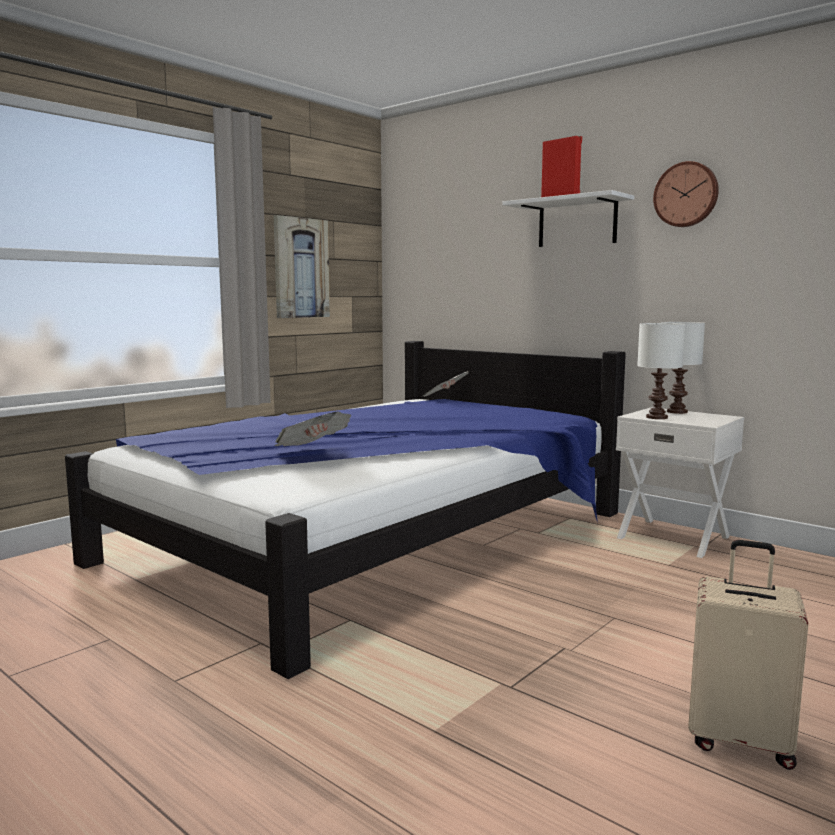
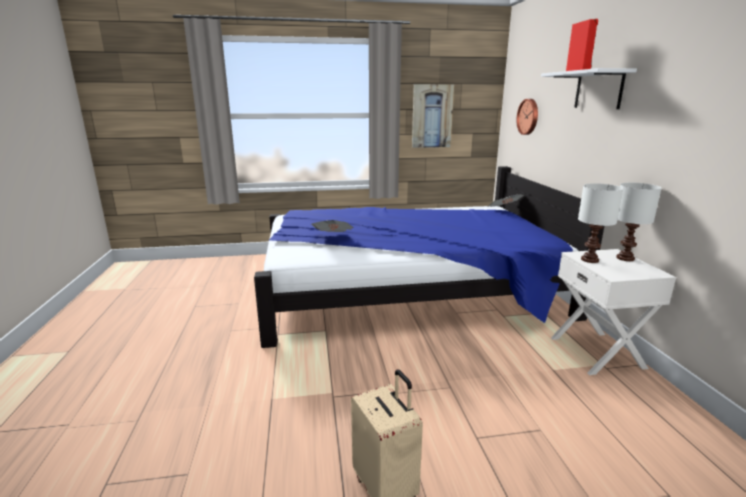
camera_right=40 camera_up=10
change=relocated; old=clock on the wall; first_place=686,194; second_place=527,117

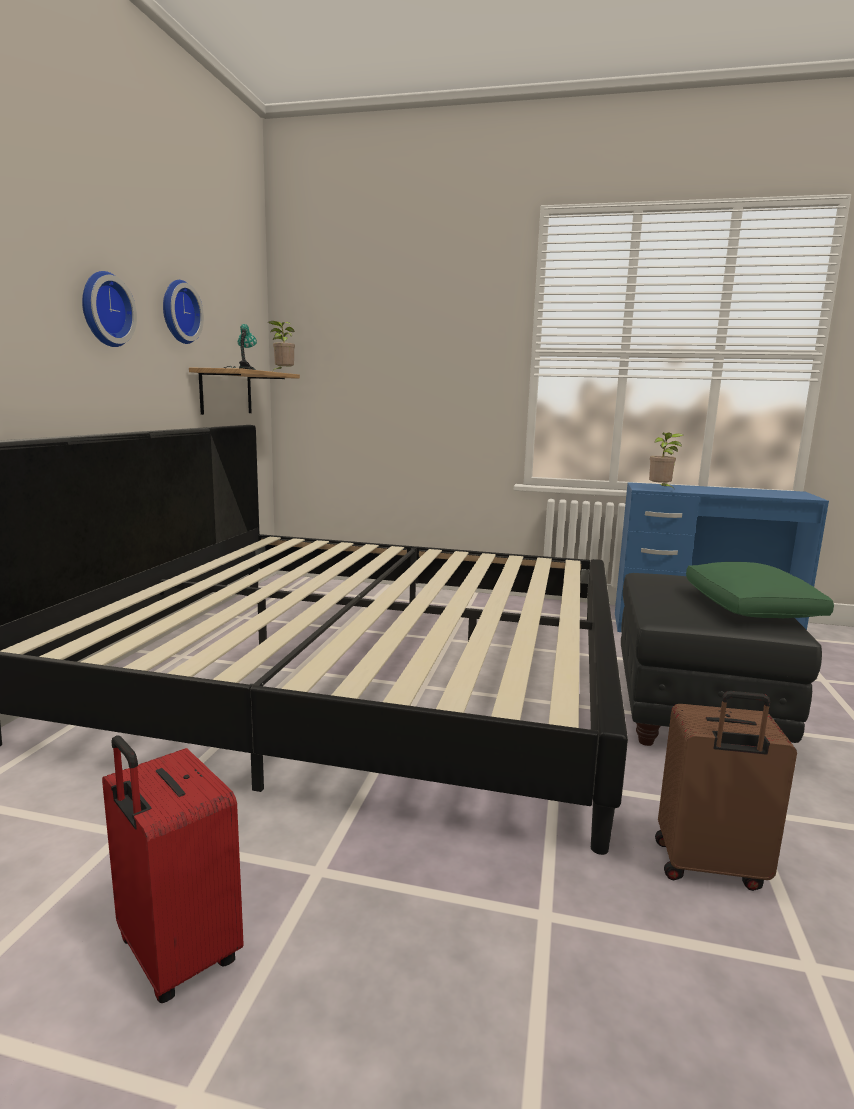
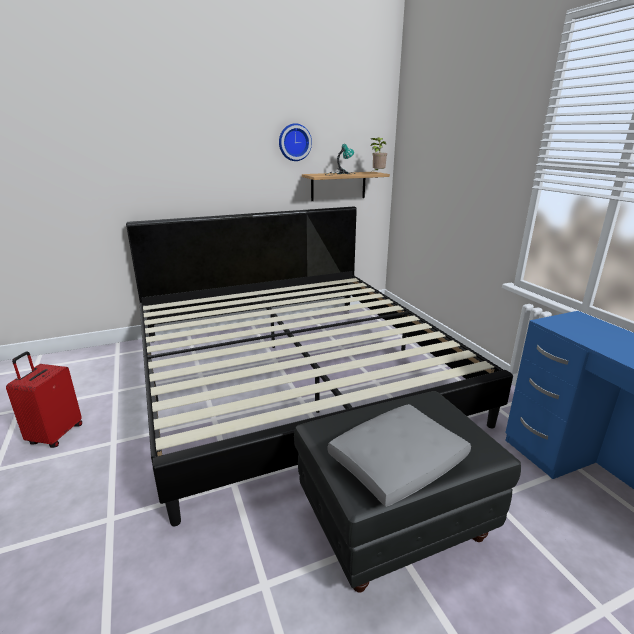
camera_right=55 camera_up=10
change=missing; old=clock on the wall; first_place=109,309
change=missing; old=potted plant; first_place=666,461
change=missing; old=travel case (brown-coloured); first_place=726,791
change=colour; old=cushion (green-coloured); new=cushion (grey); first_place=760,590; second_place=399,455

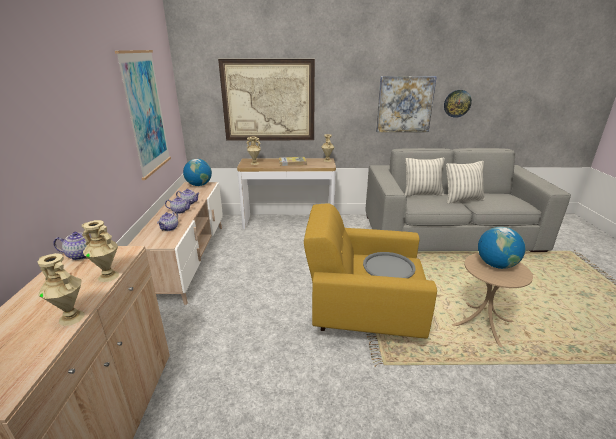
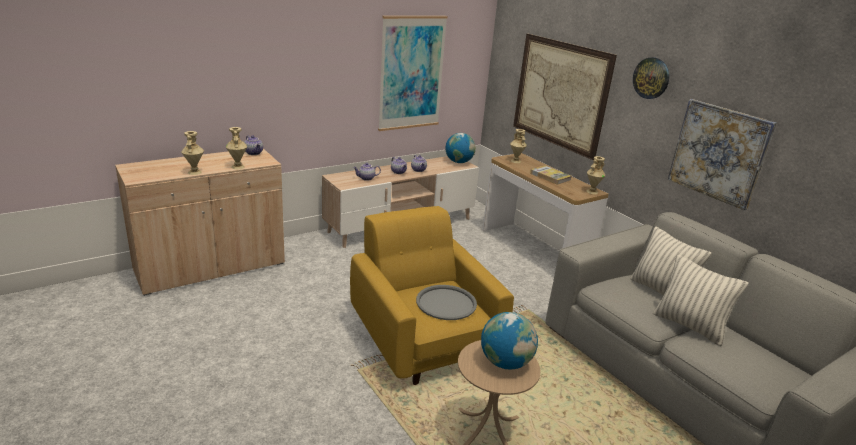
camera_right=55 camera_up=0
change=relocated; old=clock on the wall; first_place=458,104; second_place=651,78

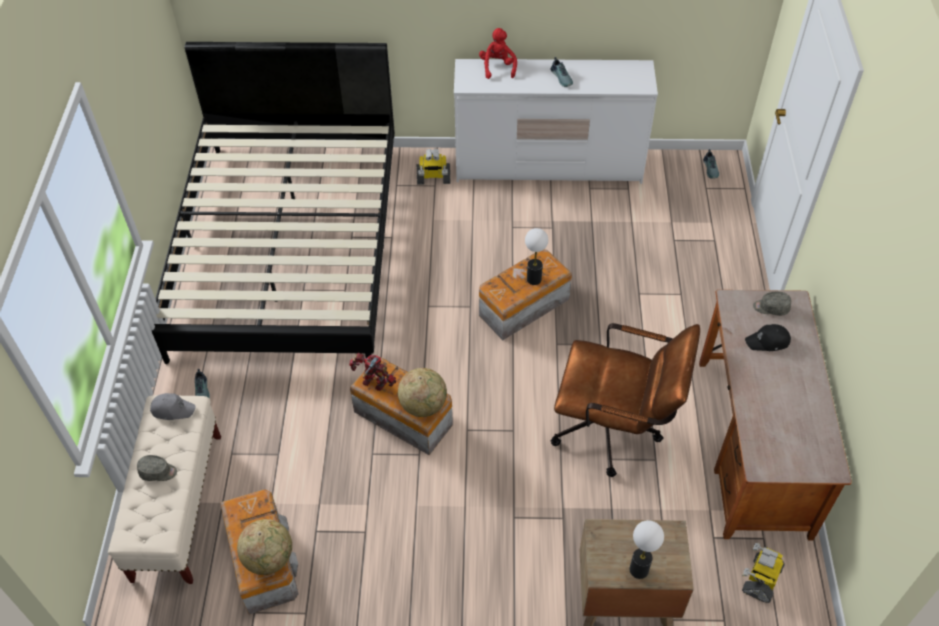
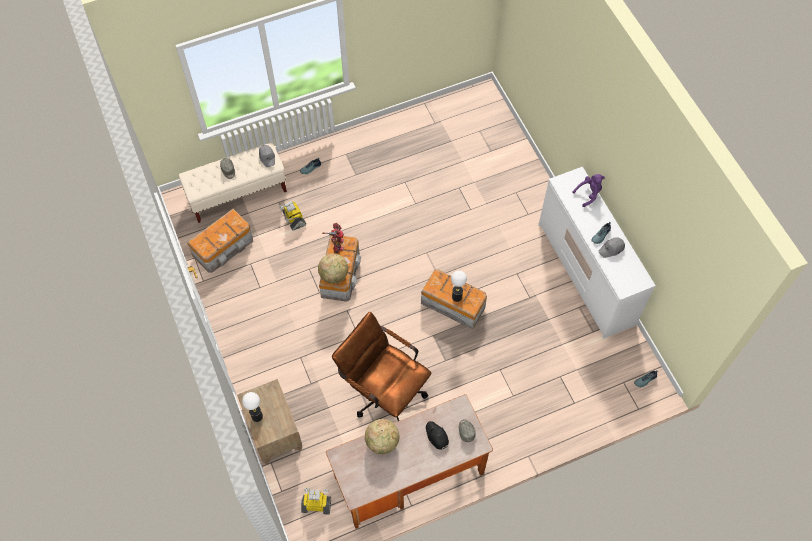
camera_right=65 camera_up=10
change=missing; old=bedroom bed (blackish); first_place=273,203
change=appeared; new=cap (grey); second_place=612,247
change=relocated; old=globe; first_place=264,547; second_place=382,436
change=relocated; old=toy robot; first_place=433,166; second_place=292,216
change=colour; old=soft toy (red); new=soft toy (purple); first_place=498,53; second_place=588,190
change=spun; old=computer chair (brown-coloured); first_place=625,400; second_place=381,366; degrees=135

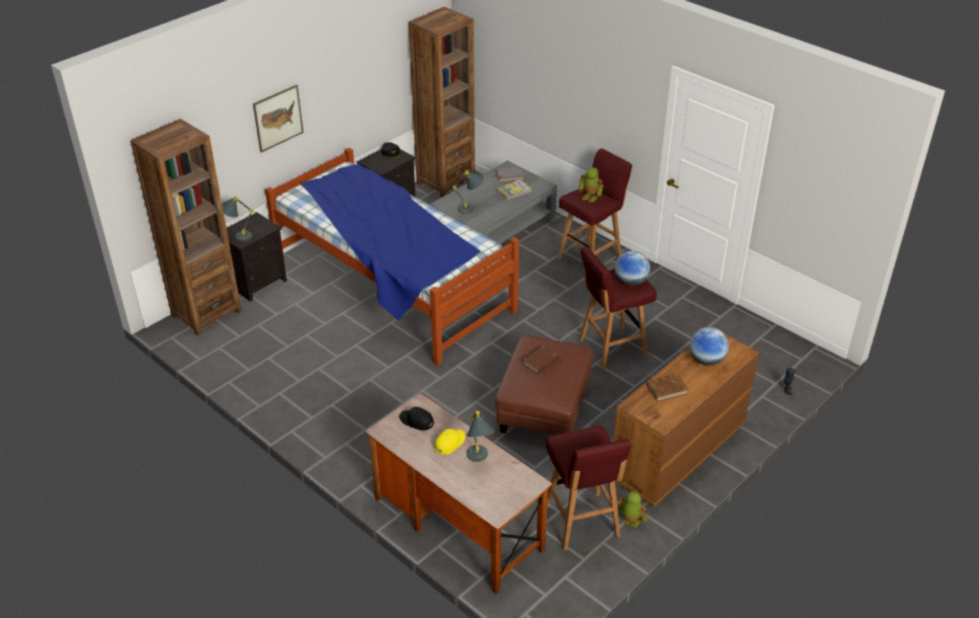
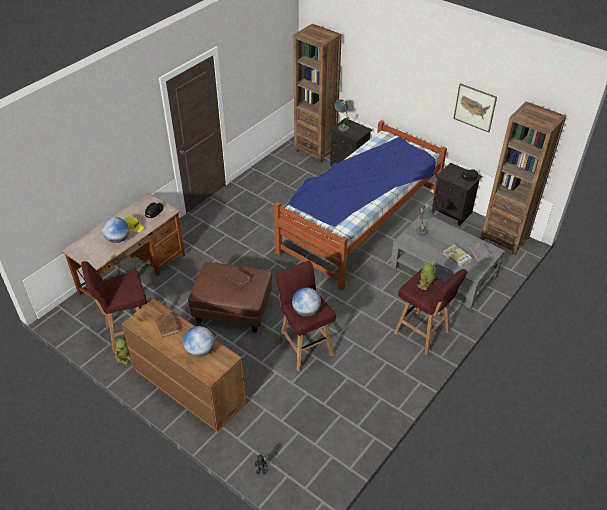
camera_right=85 camera_up=5
change=relocated; old=picture; first_place=278,119; second_place=475,108
change=exchanged; old=lamp for a table (grey); new=globe; first_place=480,436; second_place=115,230

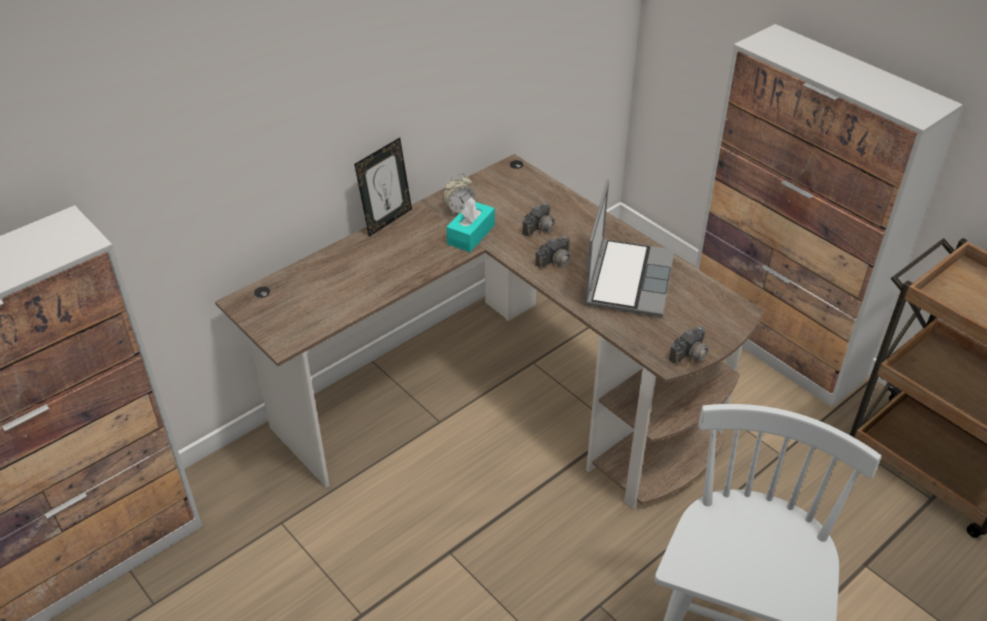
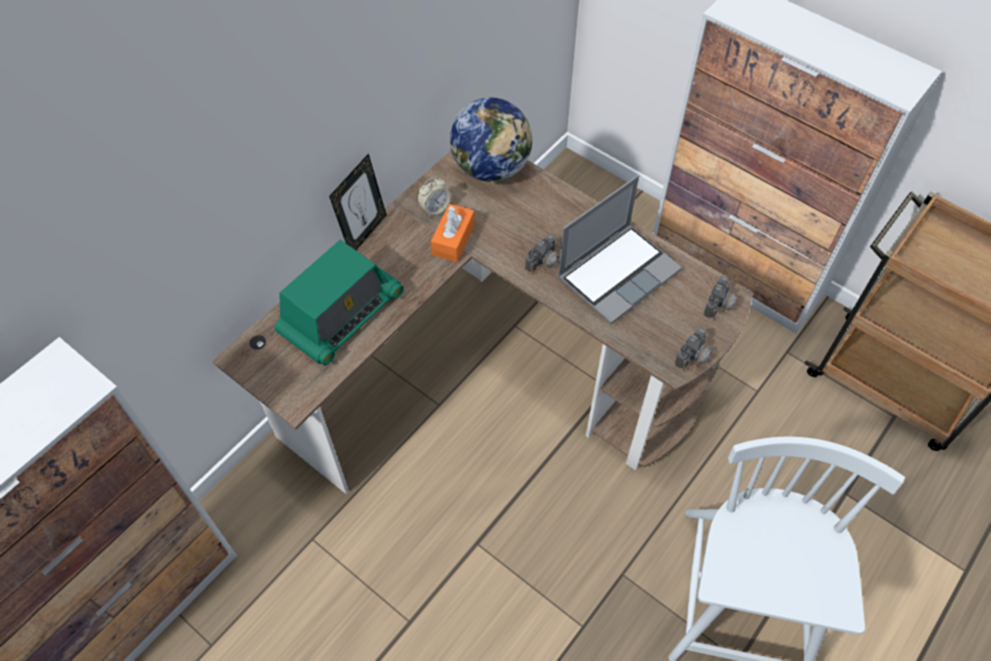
camera_right=-10 camera_up=15
change=appeared; new=radio set; second_place=339,302
change=appeared; new=globe; second_place=491,140
change=relocated; old=still camera; first_place=543,221; second_place=723,299
change=colour; old=box of tissues (turquoise-coloured); new=box of tissues (orange); first_place=470,225; second_place=453,233
change=spun; old=laptop; first_place=629,248; second_place=619,249; degrees=45

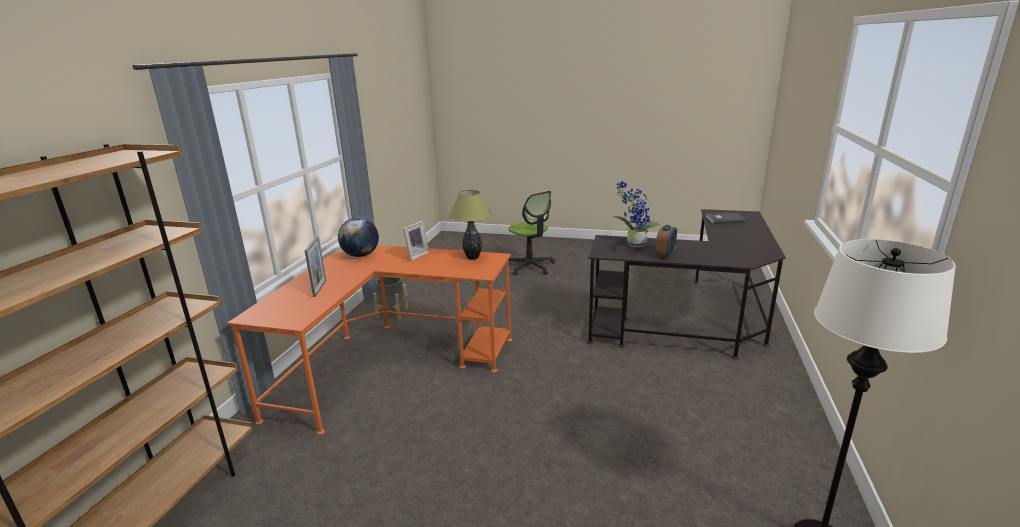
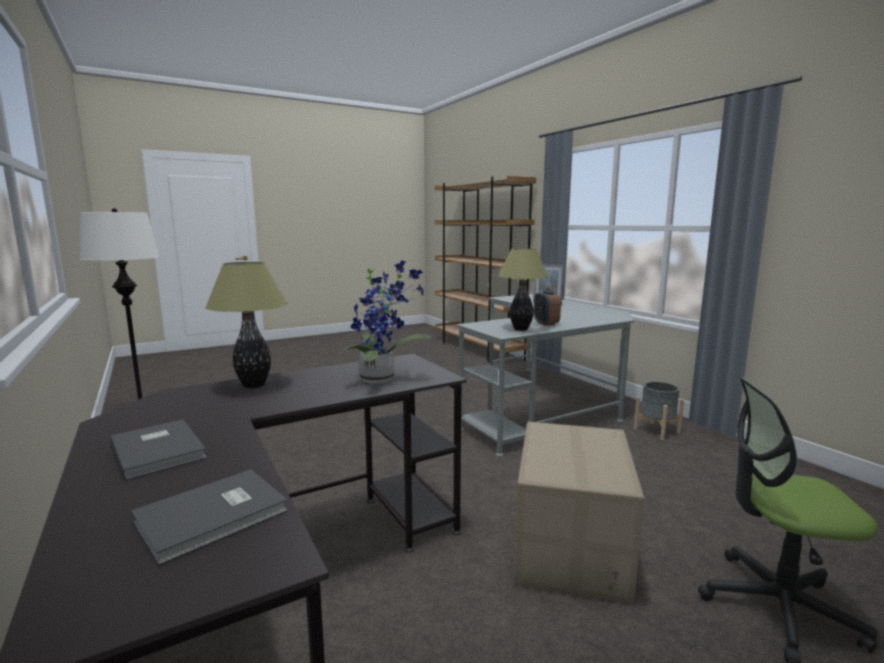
camera_right=135 camera_up=-10
change=missing; old=globe; first_place=358,237
change=missing; old=picture frame; first_place=416,241
change=appeared; new=book (grey); second_place=158,450
change=appeared; new=lamp for a table; second_place=246,325
change=appeared; new=cardboard box; second_place=579,513
change=relocated; old=table clock; first_place=666,241; second_place=547,308
change=colour; old=desk unit (orange); new=desk unit (grey); first_place=369,340; second_place=545,375

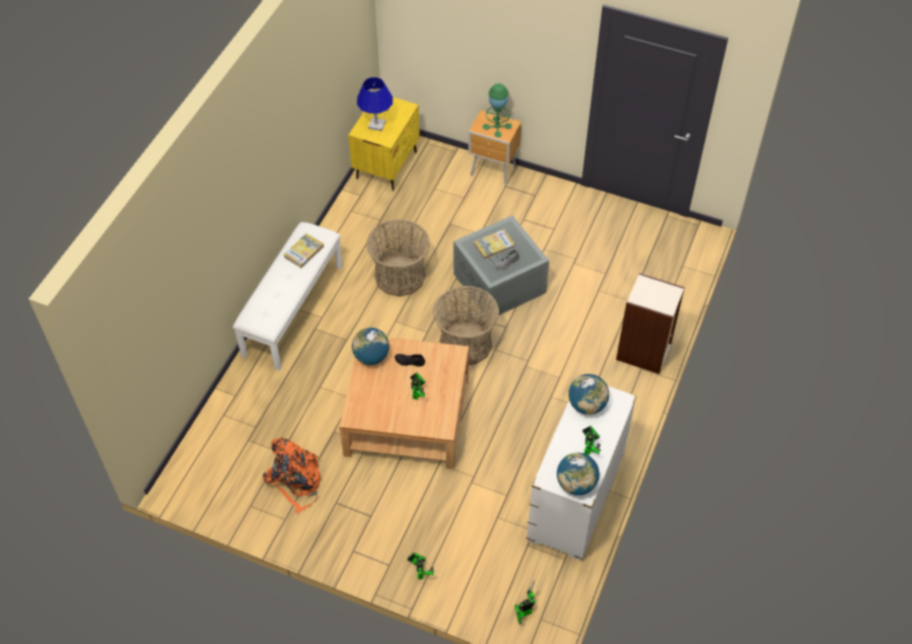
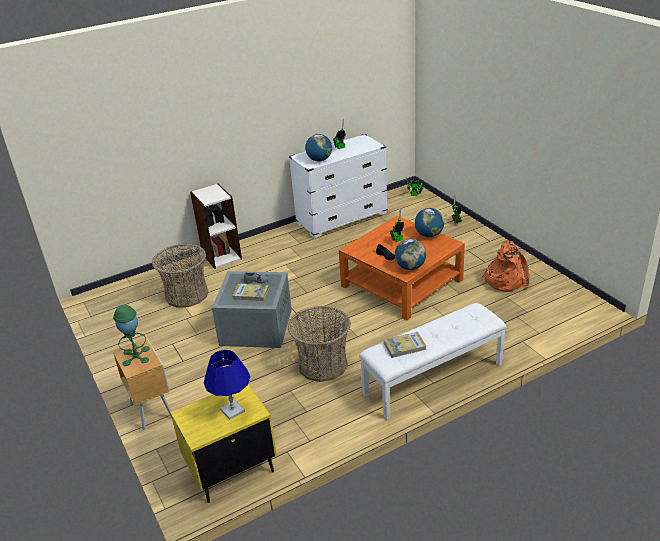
camera_right=-140 camera_up=-20
change=relocated; old=household basket; first_place=466,325; second_place=180,276
change=relocated; old=globe; first_place=578,474; second_place=429,222
change=colour; old=low table (beige-coloured); new=low table (orange); first_place=404,403; second_place=402,268

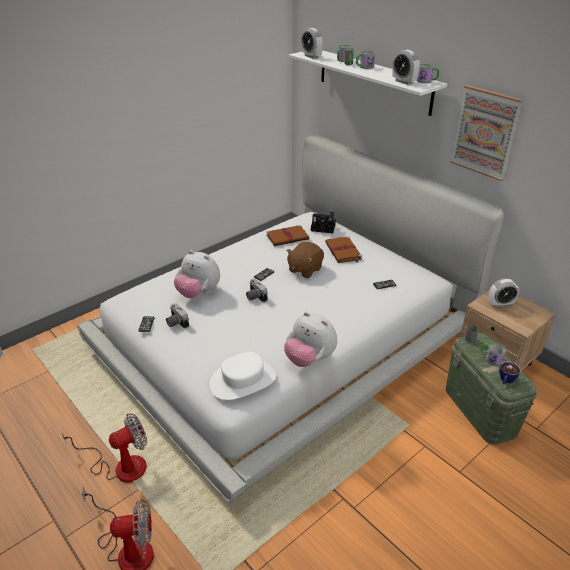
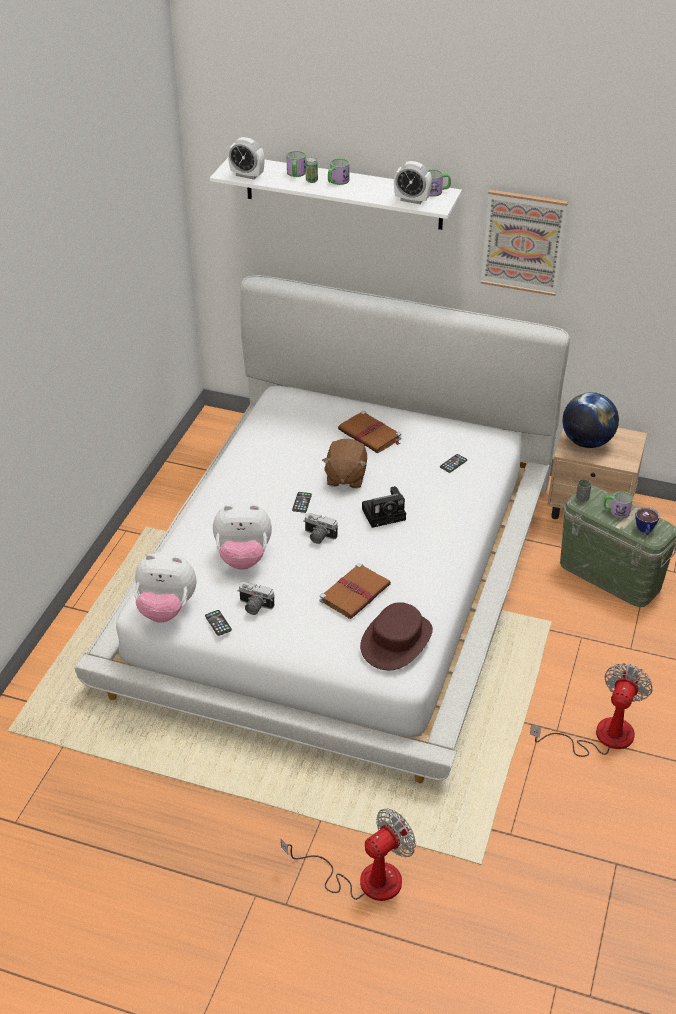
camera_right=-30 camera_up=5
change=relocated; old=electric fan; first_place=104,447; second_place=591,710
change=relocated; old=book (brown-coloured); first_place=287,235; second_place=355,591
change=relocated; old=soft toy; first_place=310,339; second_place=165,587
change=relocated; old=still camera; first_place=323,222; second_place=384,507
change=exchanged; old=table clock; new=globe; first_place=503,292; second_place=590,420
change=colour; old=hat (whitish); new=hat (brown-coloured); first_place=243,376; second_place=396,636

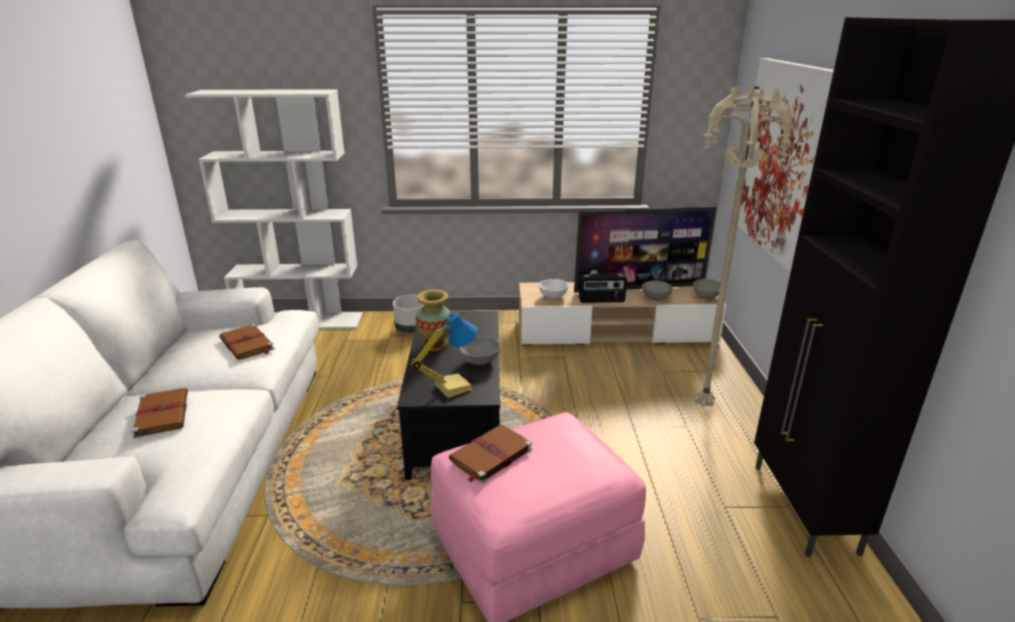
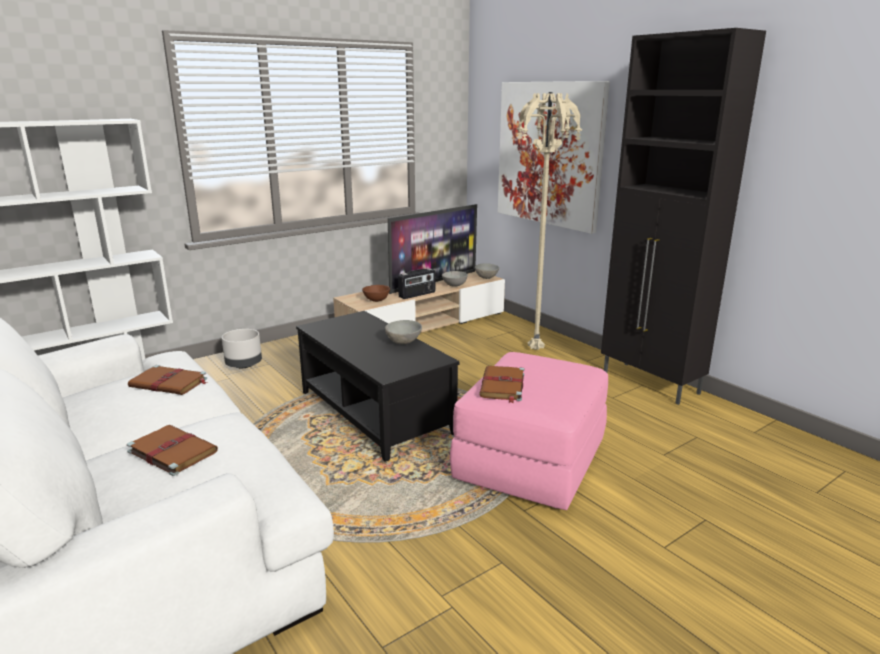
camera_right=-35 camera_up=-5
change=missing; old=lamp for a table; first_place=443,355
change=missing; old=vase; first_place=433,320
change=colour; old=serving bowl (whitish); new=serving bowl (brown-coloured); first_place=553,289; second_place=376,293

